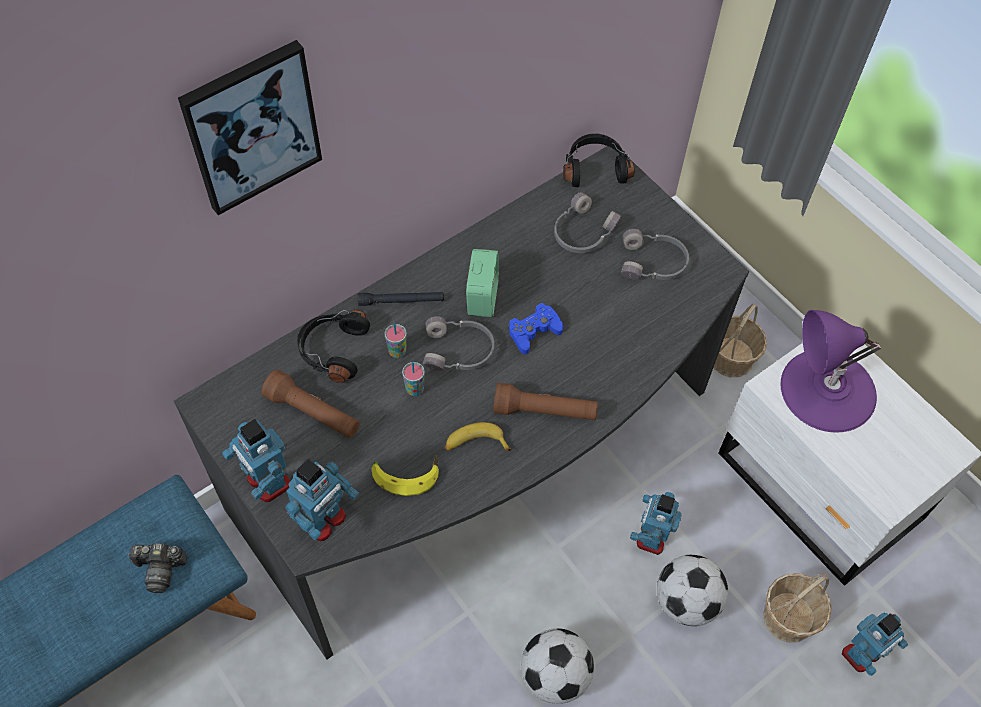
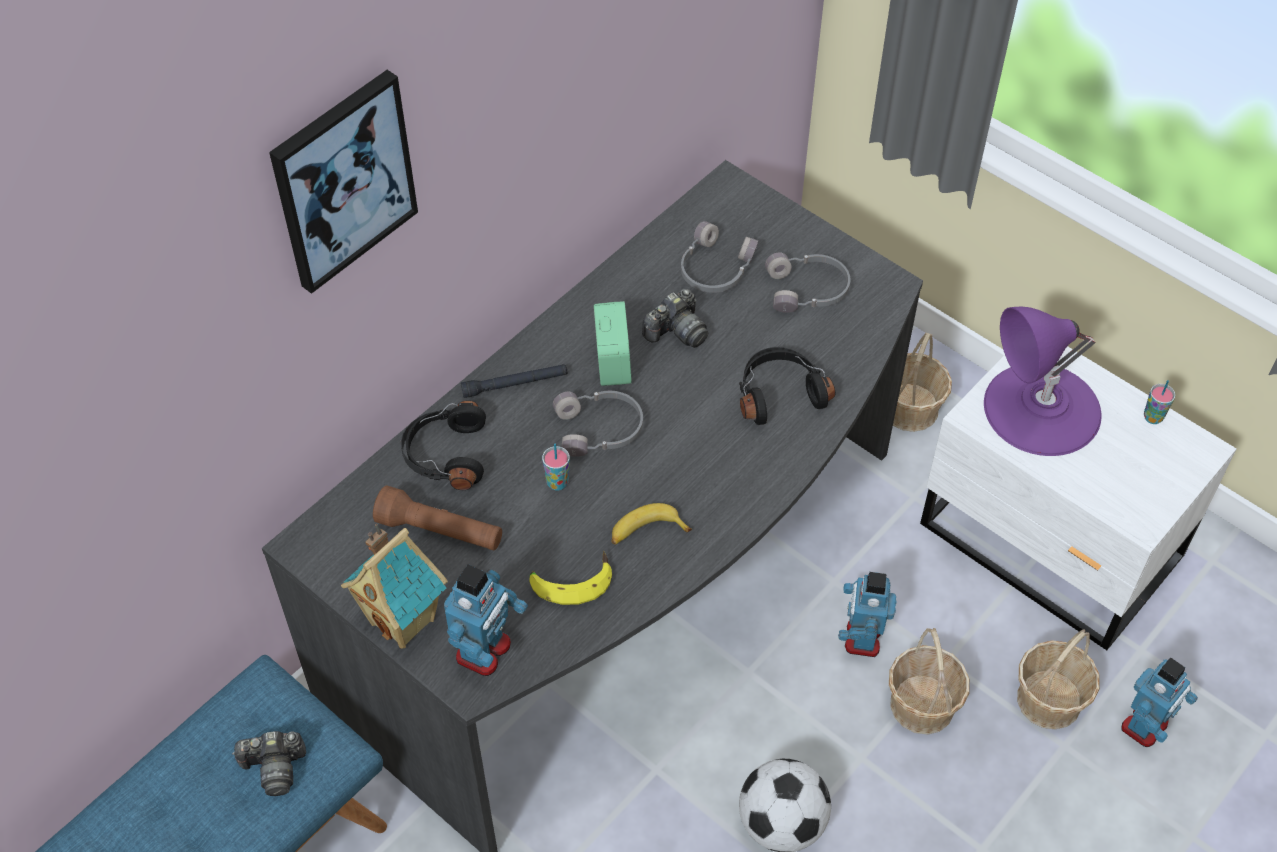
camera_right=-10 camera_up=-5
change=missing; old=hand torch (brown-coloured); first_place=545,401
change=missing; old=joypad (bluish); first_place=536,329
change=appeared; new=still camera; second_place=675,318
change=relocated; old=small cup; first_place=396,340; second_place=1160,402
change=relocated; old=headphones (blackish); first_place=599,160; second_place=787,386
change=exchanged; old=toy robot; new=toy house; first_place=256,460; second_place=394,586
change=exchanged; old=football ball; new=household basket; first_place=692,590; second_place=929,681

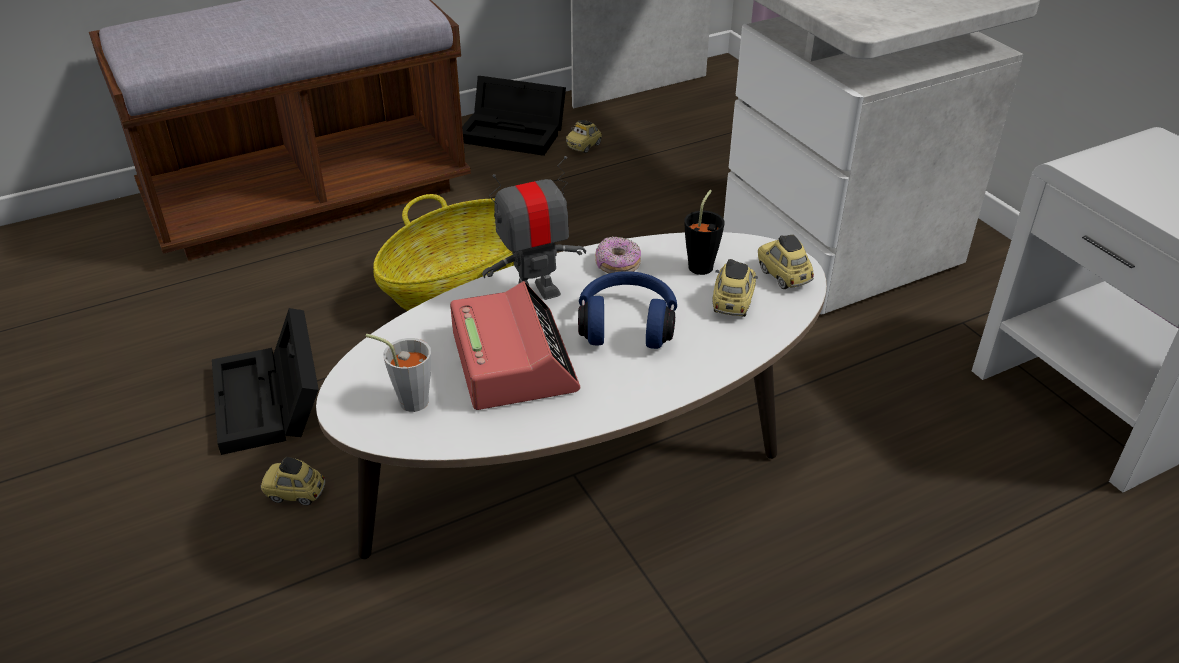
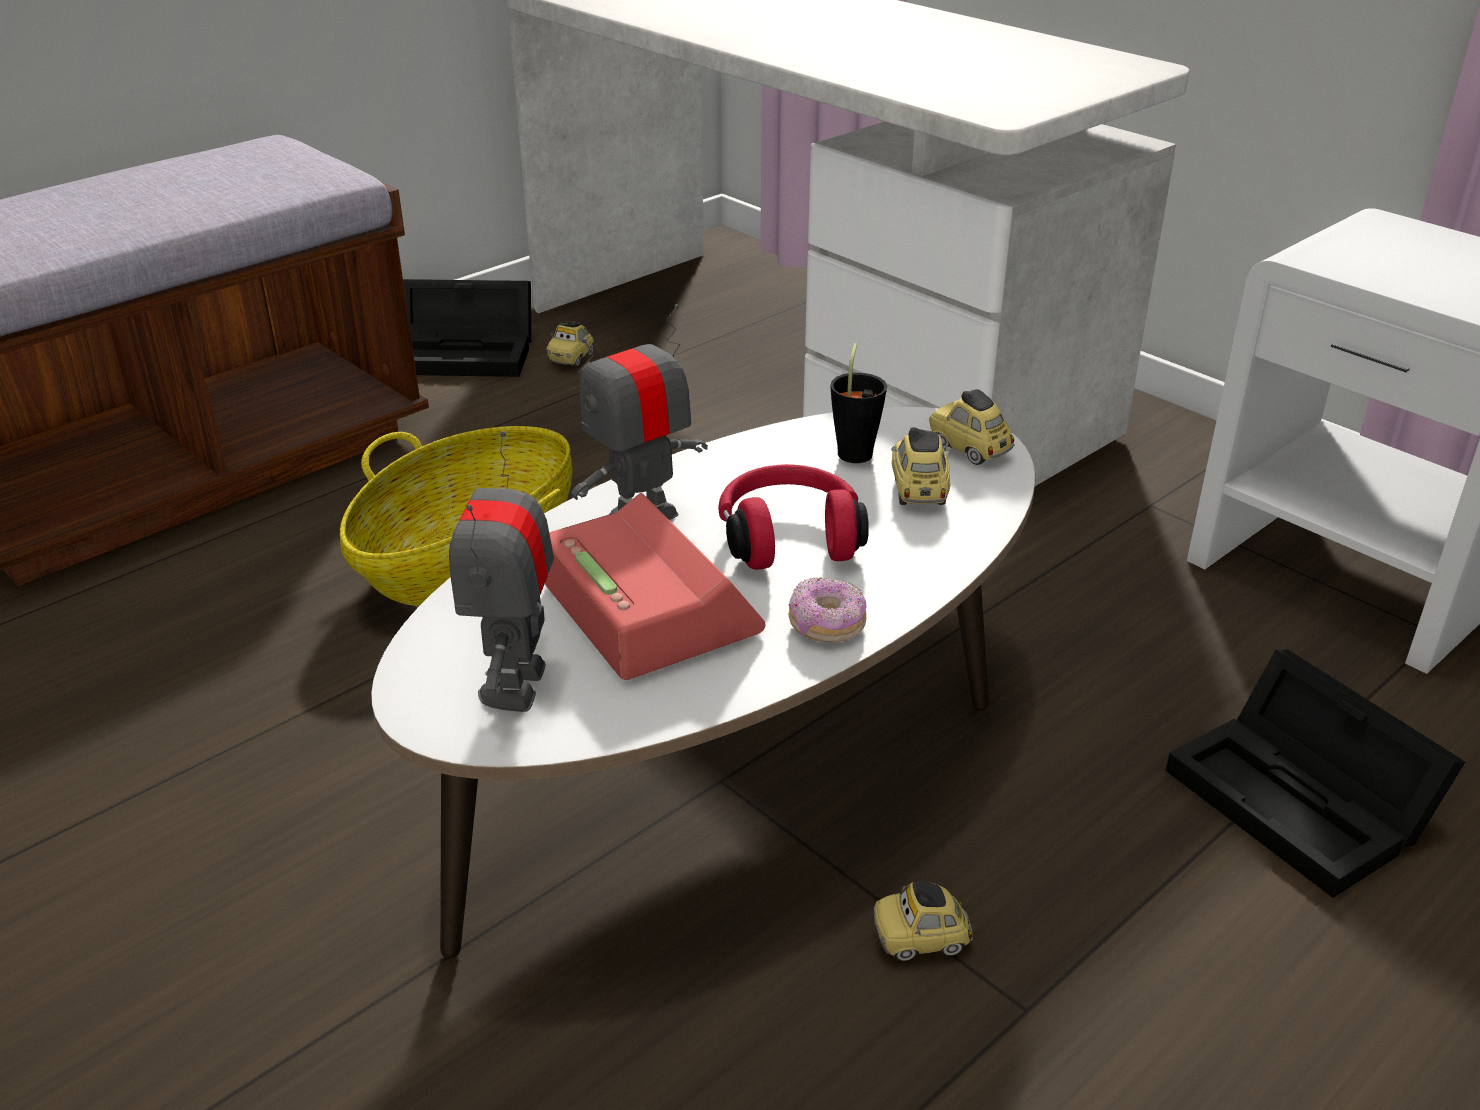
camera_right=-15 camera_up=-5
change=relocated; old=storage container (blackish); first_place=265,381; second_place=1315,773
change=relocated; old=model car; first_place=292,481; second_place=923,921
change=relocated; old=ring doughnut; first_place=618,254; second_place=827,610
change=exchanged; old=small cup (grey); new=toy robot; first_place=398,373; second_place=501,571
change=colour; old=headphones (bluish); new=headphones (red); first_place=627,310; second_place=793,517

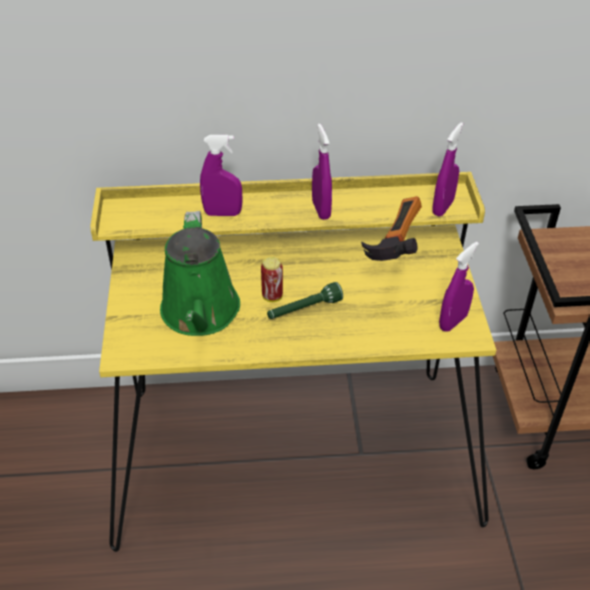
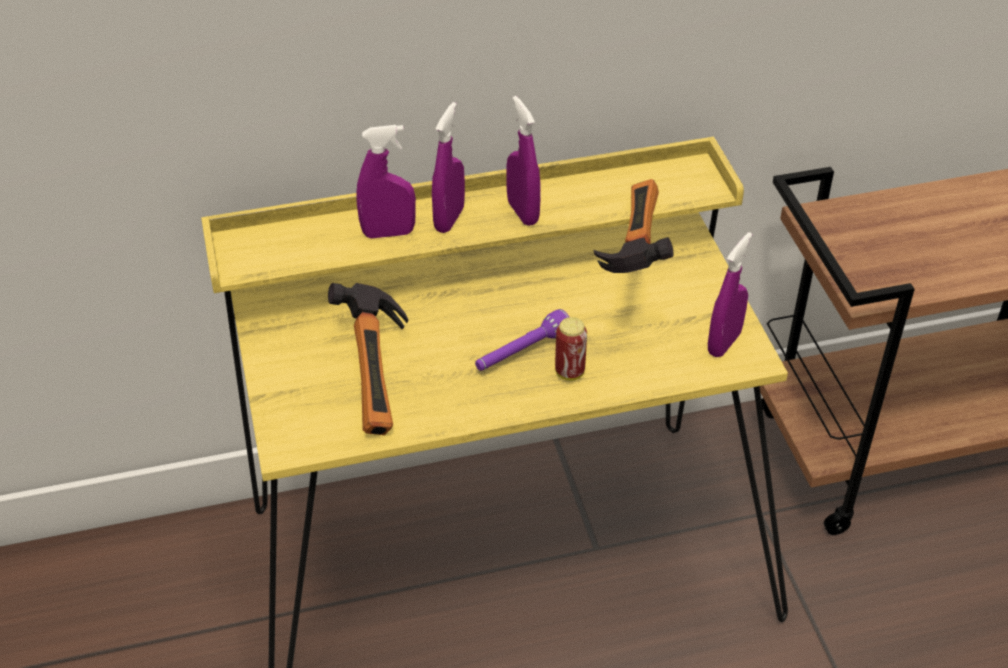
camera_right=-10 camera_up=0
change=relocated; old=metal can; first_place=272,279; second_place=571,349
change=relocated; old=hand sprayer (purple); first_place=447,169; second_place=448,167
change=exchanged; old=watering pot (green-coloured); new=hammer; first_place=200,273; second_place=368,359
change=colour; old=hand torch (green-coloured); new=hand torch (purple); first_place=305,300; second_place=522,340

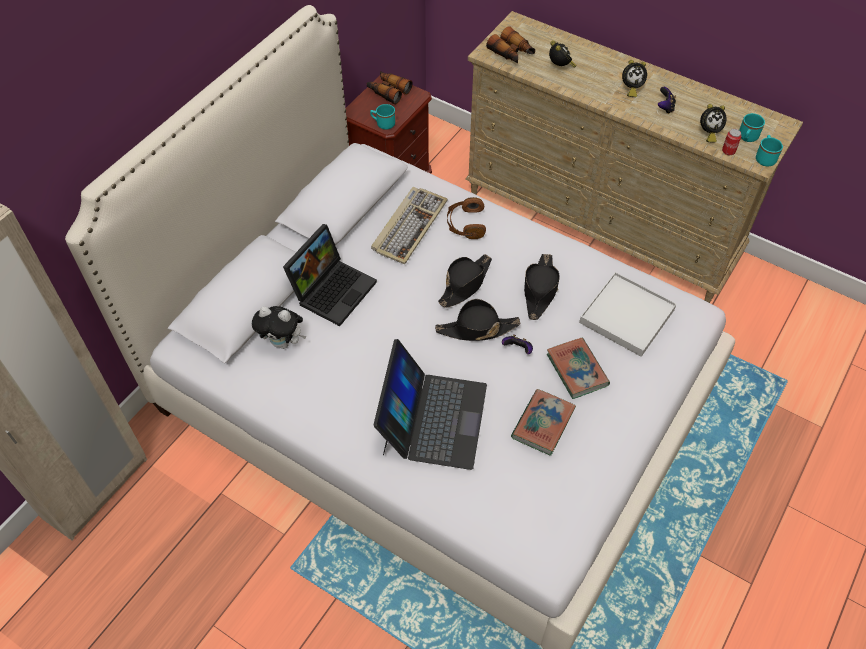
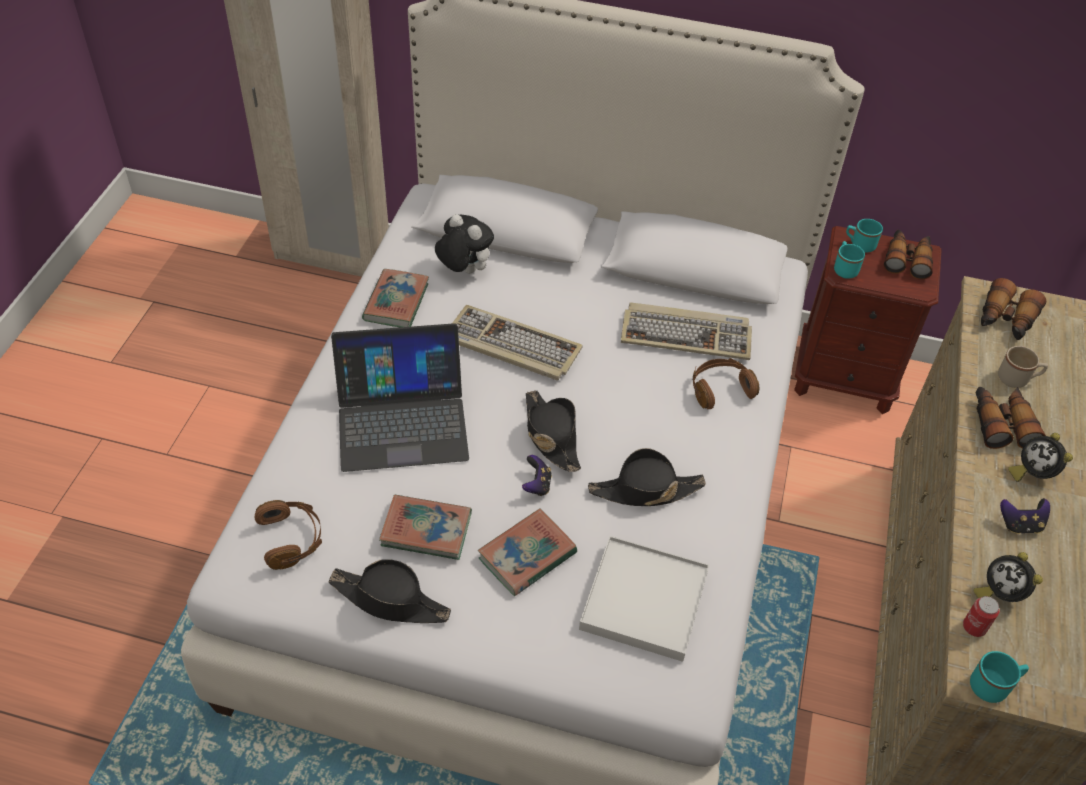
camera_right=70 camera_up=-5
change=missing; old=laptop; first_place=330,275
change=appeared; new=headphones (brown-coloured); second_place=288,535
change=appeared; new=book; second_place=395,298
change=appeared; new=computer keyboard; second_place=517,343
change=appeared; new=field glasses; second_place=1011,418
change=relocated; old=hat (blackish); first_place=465,281; second_place=390,591
change=relocated; old=tea mug (turquoise-coloured); first_place=752,127; second_place=864,236
change=exchanged; old=table clock; new=tea mug (beige-coloured); first_place=562,54; second_place=1023,367
change=spun; old=soft toy; first_place=279,327; second_place=464,244; degrees=135

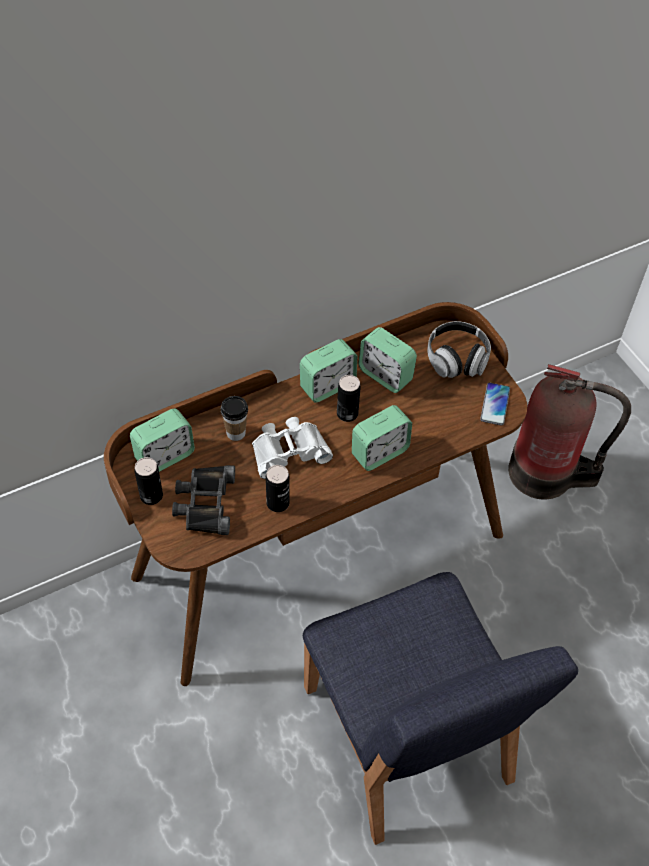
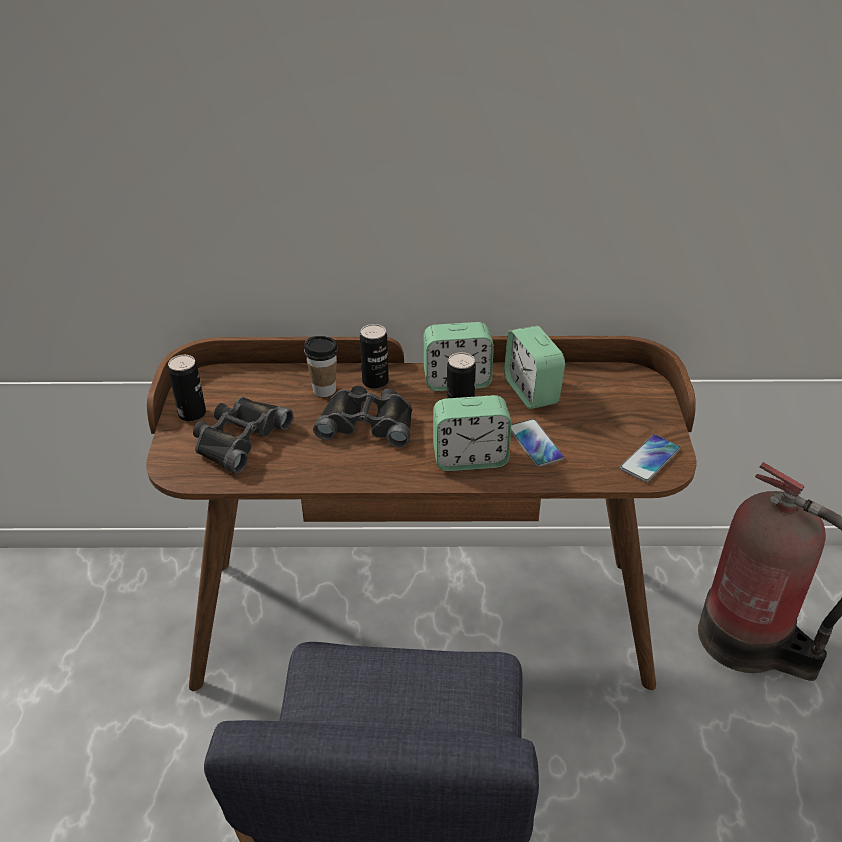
camera_right=30 camera_up=-15
change=missing; old=table clock; first_place=162,440
change=missing; old=headphones; first_place=459,349
change=appeared; new=telephone; second_place=538,443
change=relocated; old=metal can; first_place=278,488; second_place=374,356
change=colour; old=field glasses (whitish); new=field glasses (blackish); first_place=292,448; second_place=363,416

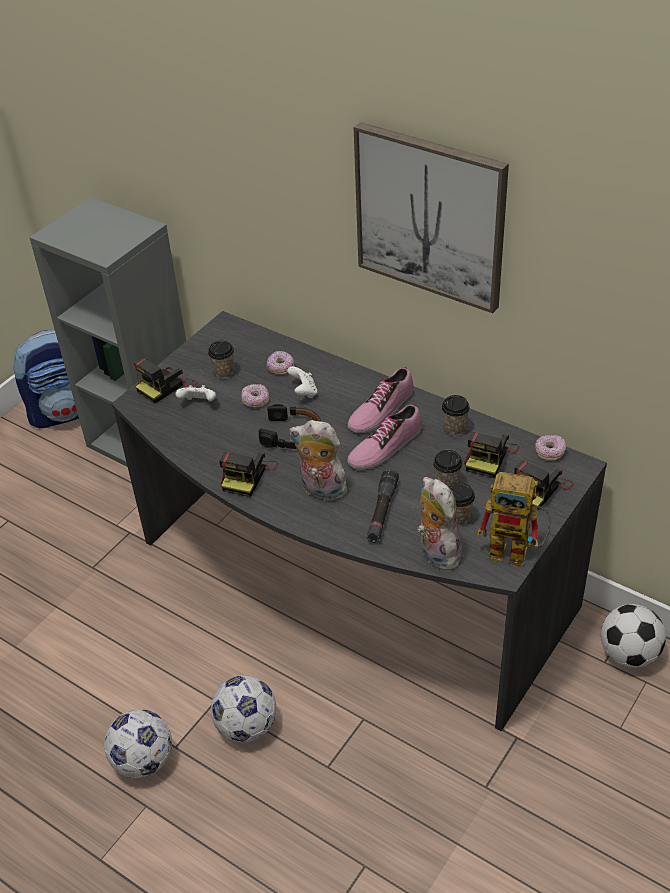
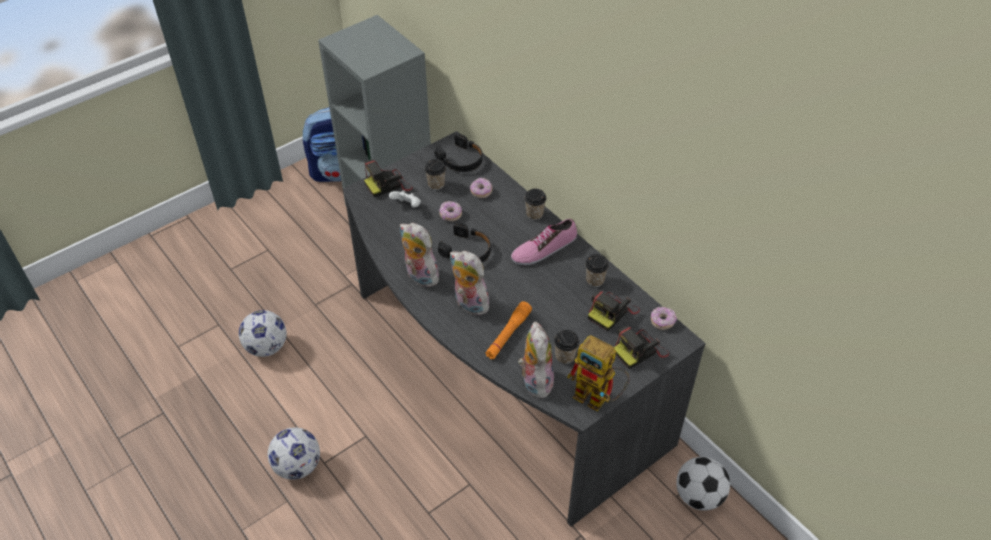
camera_right=15 camera_up=5
change=missing; old=joypad (whitish); first_place=302,382
change=missing; old=item of footwear; first_place=384,437
change=missing; old=picture; first_place=431,217
change=appeared; new=headphones (blackish); second_place=458,153
change=relocated; old=football ball; first_place=243,708; second_place=263,333
change=relocated; old=small cup; first_place=448,468; second_place=535,204
change=exchanged; old=still camera; new=soft toy; first_place=249,474; second_place=419,255
change=colour; old=hand torch (blackish); new=hand torch (orange); first_place=383,506; second_place=508,330

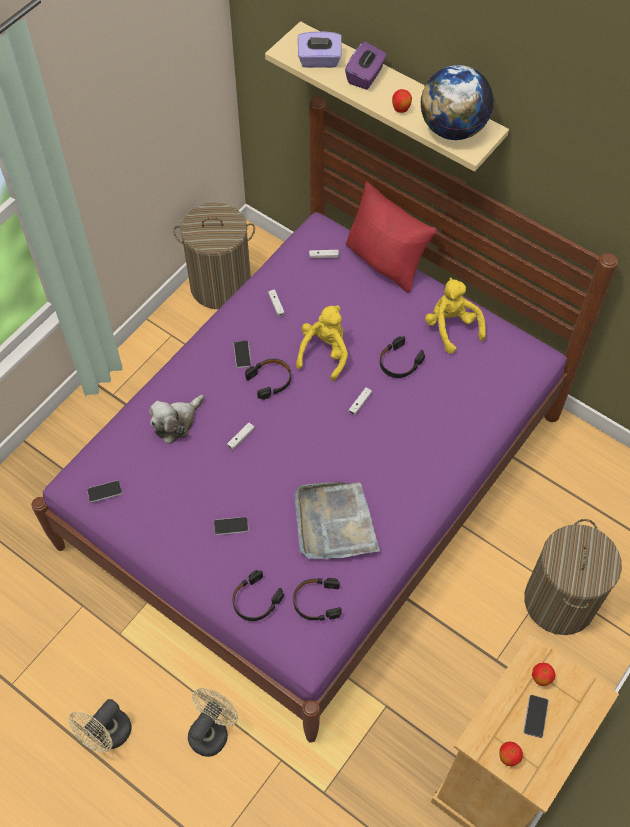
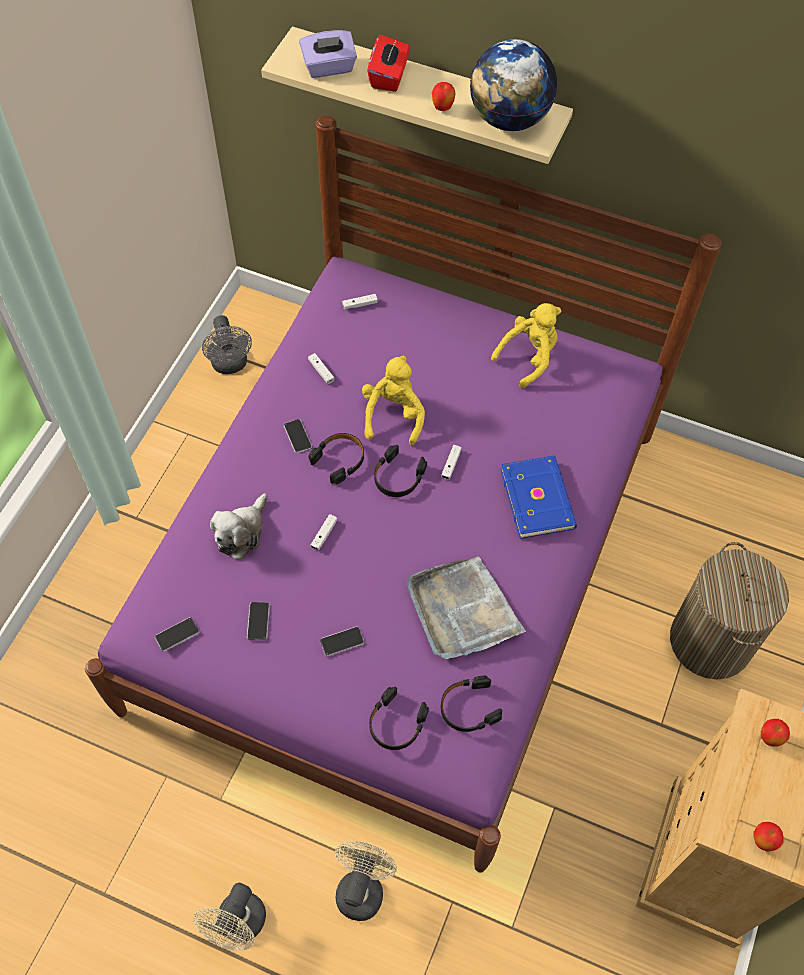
camera_right=-15 camera_up=0
change=missing; old=cushion (red); first_place=391,237
change=appeared; new=book (bluish); second_place=538,497
change=relocated; old=headphones (blackish); first_place=402,357; second_place=400,471
change=relocated; old=telephone; first_place=536,716; second_place=258,621
change=exchanged; old=washing basket; new=electric fan (grey); first_place=214,255; second_place=227,344
change=colour; old=box of tissues (purple); new=box of tissues (red); first_place=366,65; second_place=389,63
change=spun; old=soft toy (yellowish); first_place=455,315; second_place=526,345; degrees=90

